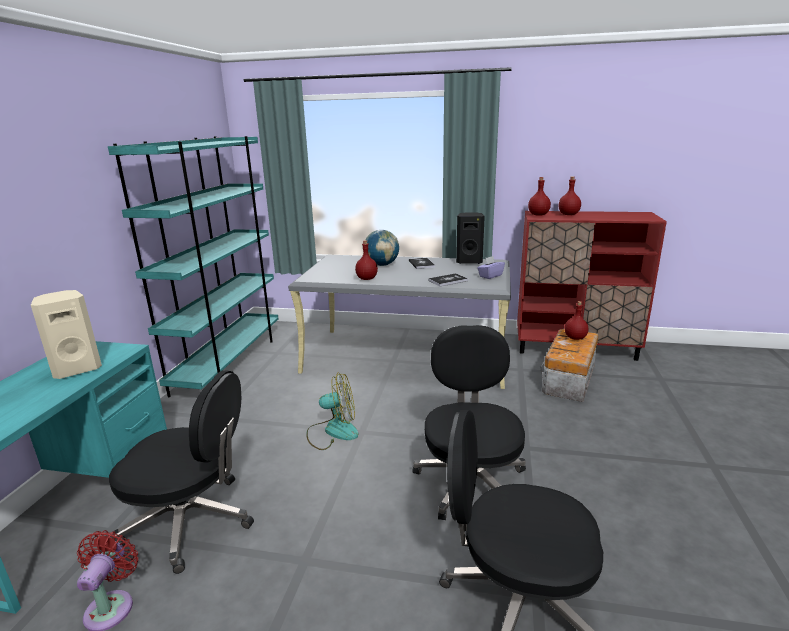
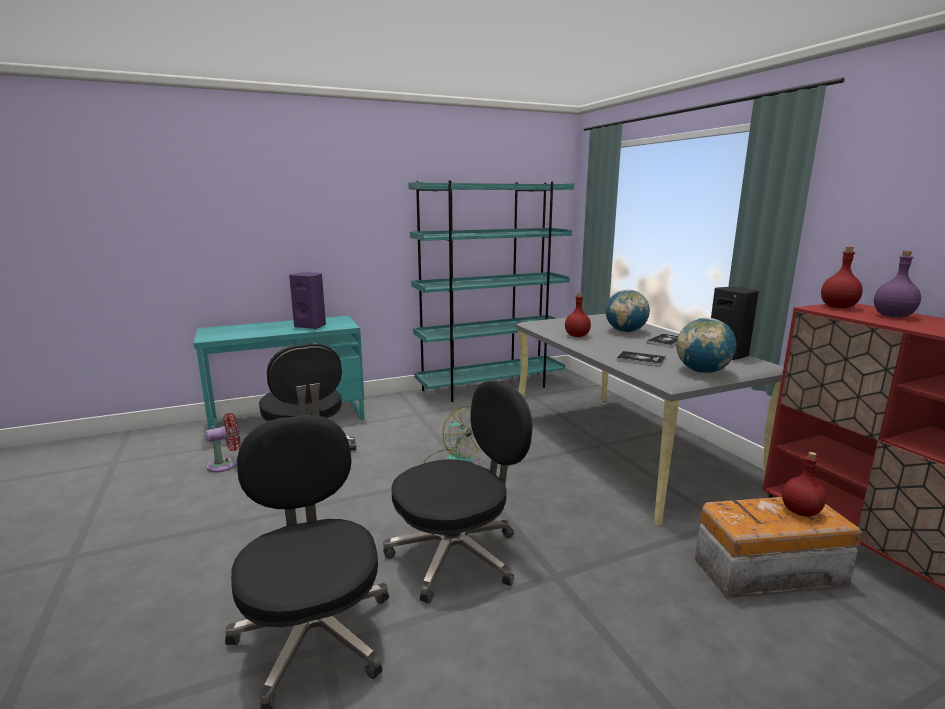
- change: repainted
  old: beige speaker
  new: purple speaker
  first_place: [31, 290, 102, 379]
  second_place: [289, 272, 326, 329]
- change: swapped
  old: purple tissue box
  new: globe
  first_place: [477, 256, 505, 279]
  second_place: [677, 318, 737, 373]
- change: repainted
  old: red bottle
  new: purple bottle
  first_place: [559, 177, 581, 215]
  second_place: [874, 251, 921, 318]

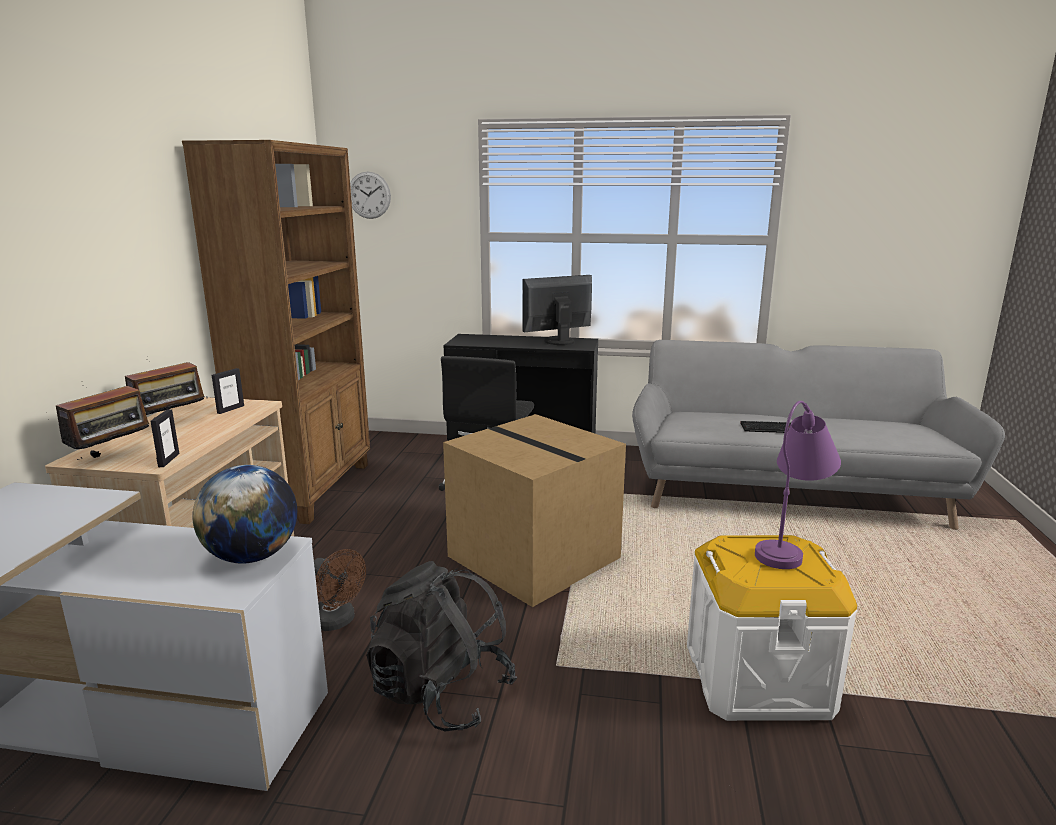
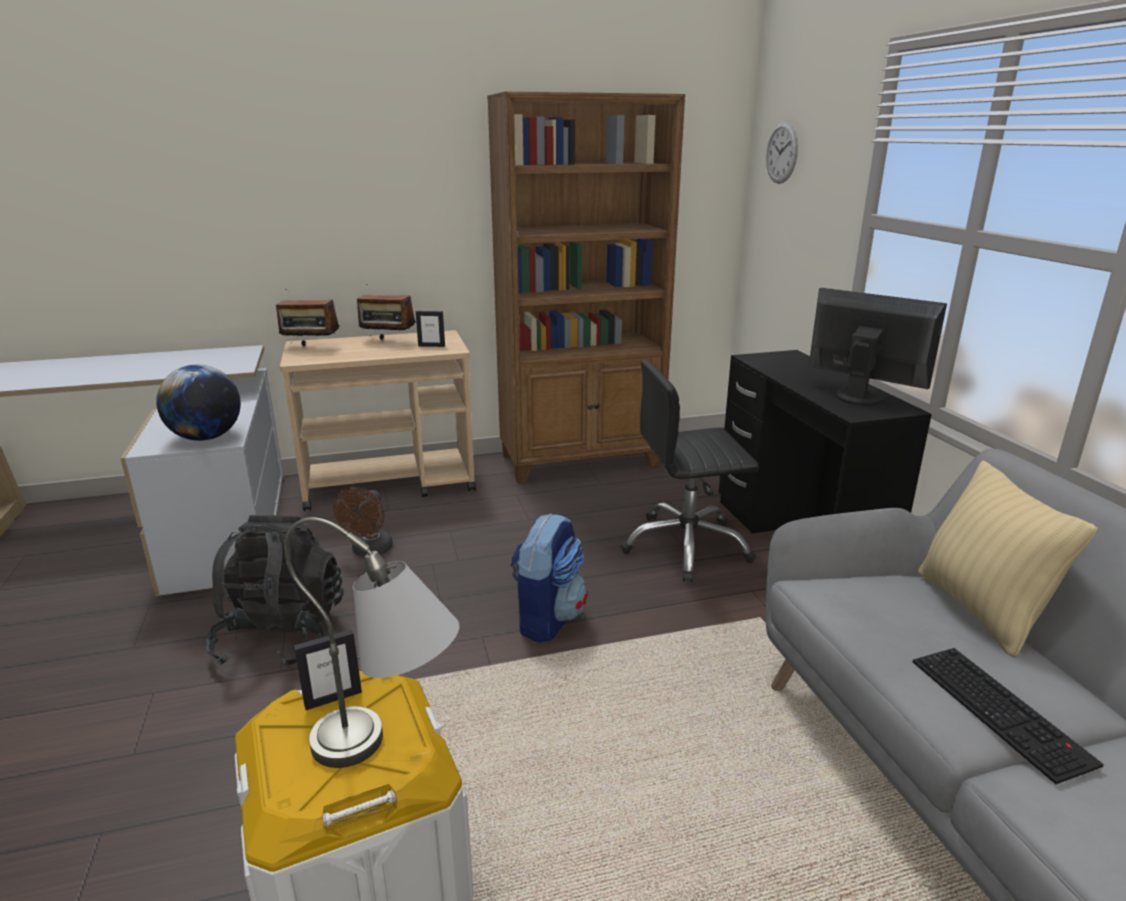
- change: shifted
  old: picture frame
  first_place: [150, 409, 180, 467]
  second_place: [294, 629, 362, 710]
- change: swapped
  old: cardboard box
  new: backpack
  first_place: [443, 414, 626, 607]
  second_place: [510, 513, 587, 643]
- change: repainted
  old: purple table lamp
  new: grey table lamp
  first_place: [755, 401, 841, 569]
  second_place: [284, 517, 459, 768]
- change: new
  new: beige pillow
  second_place: [918, 460, 1098, 657]

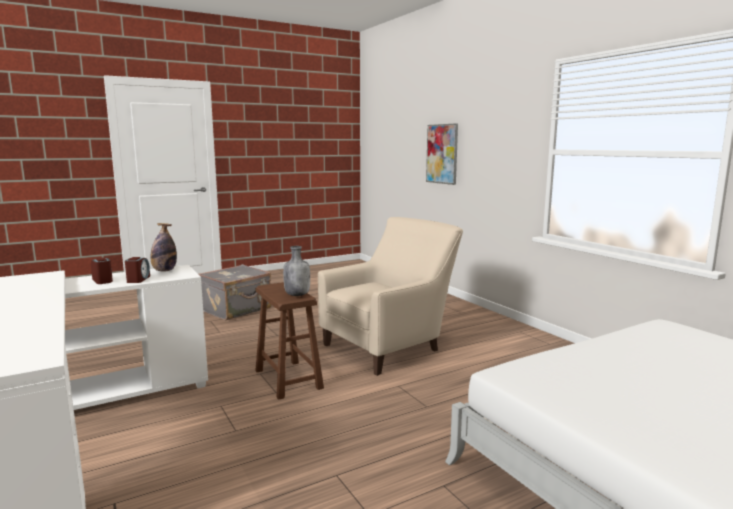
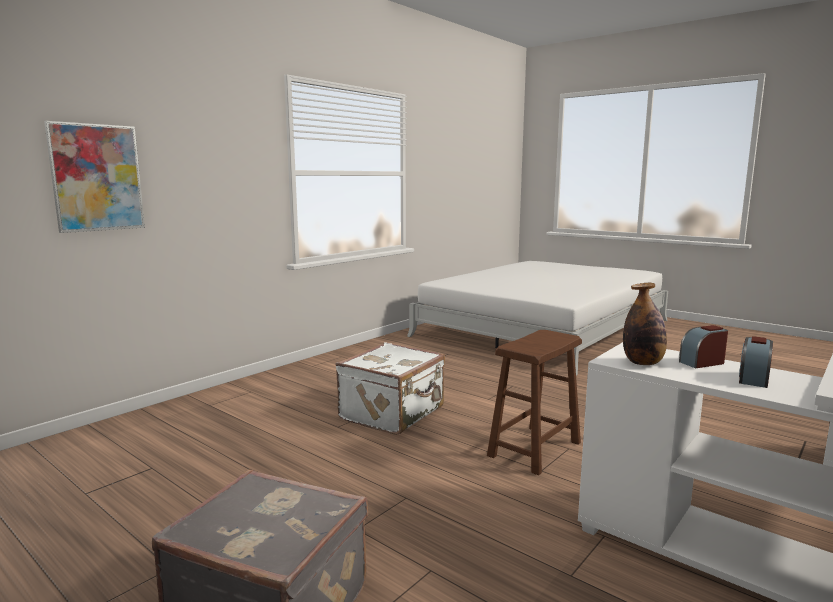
- change: gone
  old: grey bottle
  first_place: [283, 246, 310, 296]
- change: swapped
  old: beige armchair
  new: white suitcase
  first_place: [318, 217, 463, 376]
  second_place: [335, 342, 445, 435]

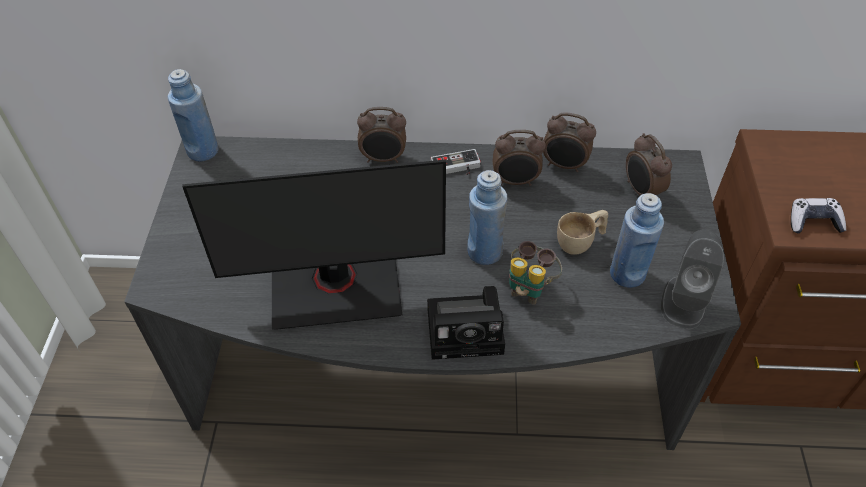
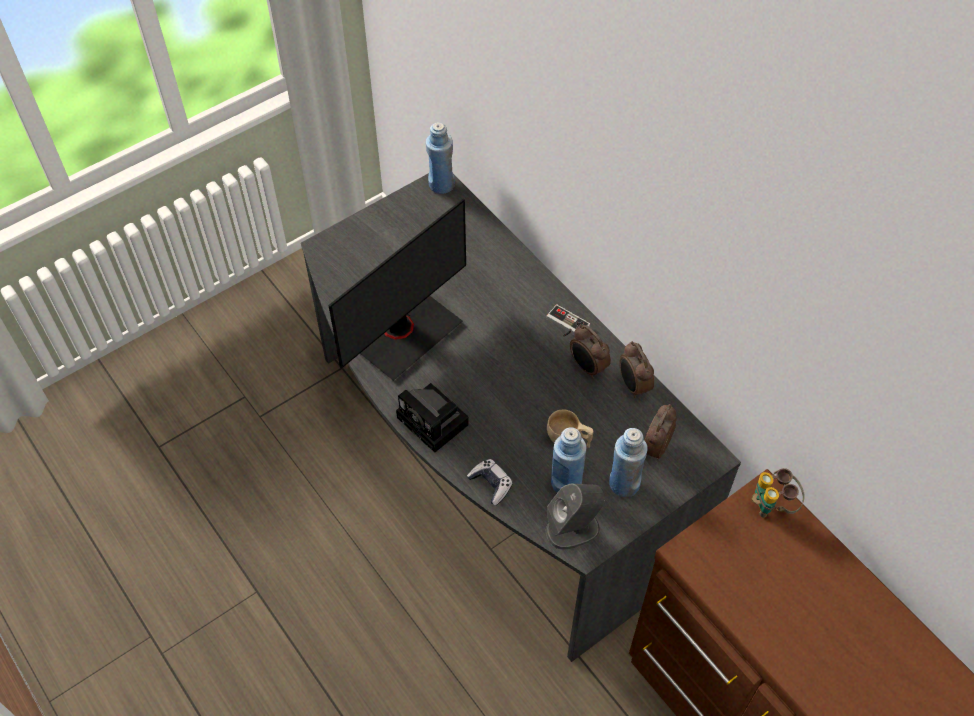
- change: rotated
  old: monitor
  first_place: [182, 160, 446, 330]
  second_place: [328, 199, 466, 381]
  degrees: -90
- change: gone
  old: alarm clock
  first_place: [357, 107, 406, 163]
- change: shifted
  old: blue bottle
  first_place: [467, 170, 507, 265]
  second_place: [609, 428, 648, 497]
- change: shifted
  old: binoculars
  first_place: [509, 241, 562, 305]
  second_place: [752, 468, 805, 518]
- change: shifted
  old: game controller
  first_place: [791, 198, 846, 233]
  second_place: [467, 459, 513, 505]

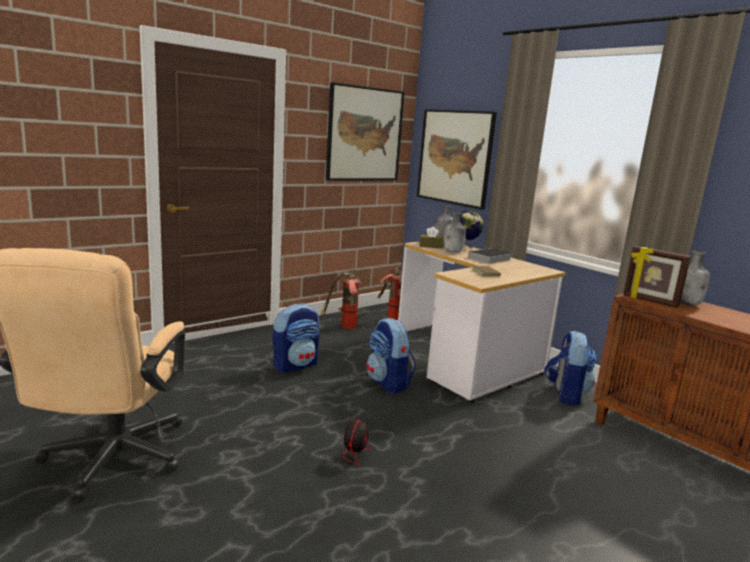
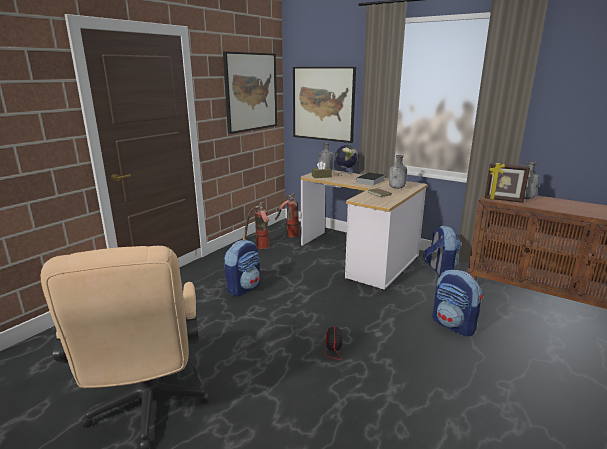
- change: shifted
  old: backpack
  first_place: [366, 318, 416, 394]
  second_place: [432, 270, 483, 336]
- change: shifted
  old: grey bottle
  first_place: [444, 212, 466, 253]
  second_place: [389, 155, 407, 189]

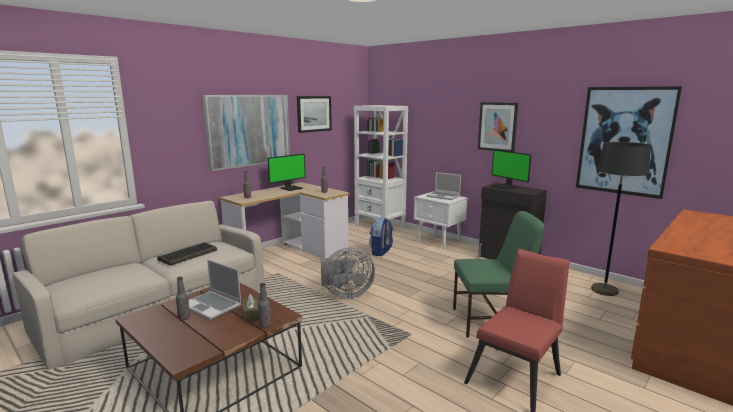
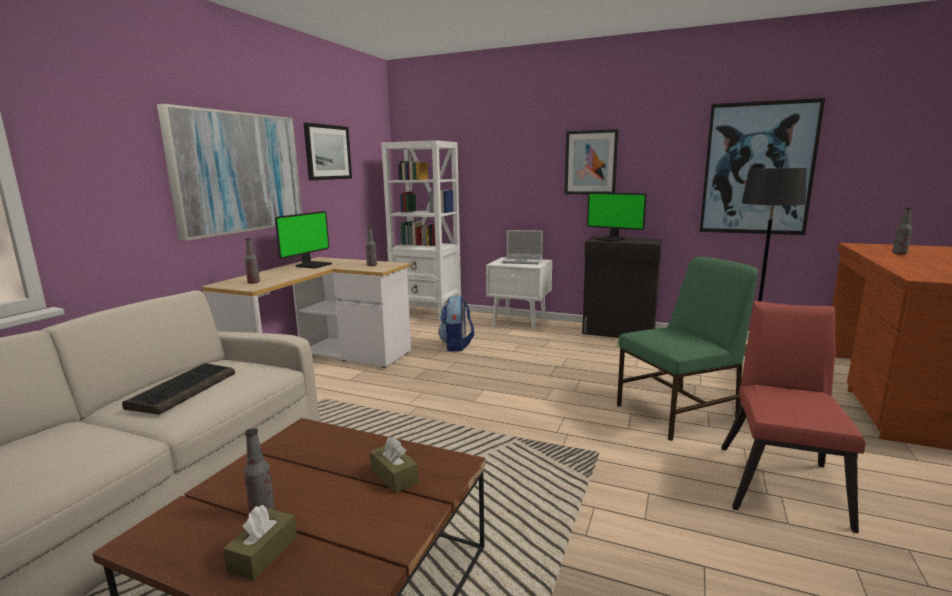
- change: gone
  old: laptop
  first_place: [189, 259, 241, 320]
- change: shifted
  old: bottle
  first_place: [258, 283, 271, 328]
  second_place: [892, 207, 912, 255]
- change: gone
  old: grey fan
  first_place: [321, 248, 375, 299]
- change: new
  new: brown tissue box
  second_place: [223, 505, 297, 581]

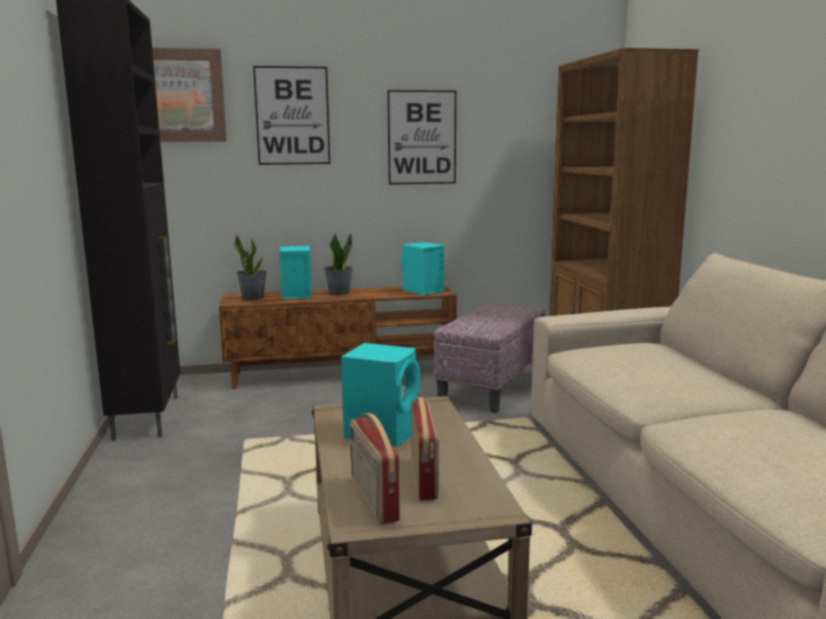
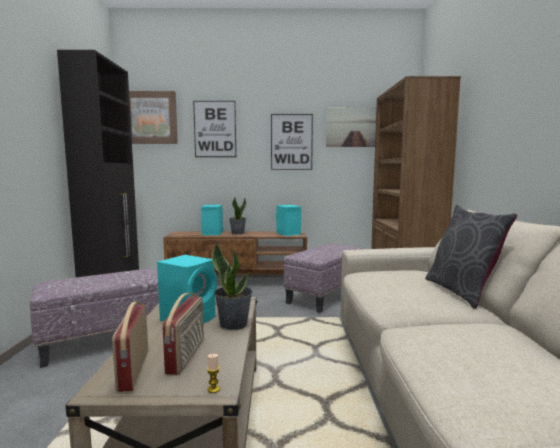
- change: shifted
  old: potted plant
  first_place: [234, 234, 266, 300]
  second_place: [212, 243, 252, 330]
- change: new
  new: ottoman
  second_place: [30, 269, 159, 368]
- change: new
  new: candle
  second_place: [207, 354, 220, 393]
- change: new
  new: picture
  second_place: [326, 107, 376, 147]
- change: new
  new: grey pillow
  second_place: [425, 205, 517, 309]

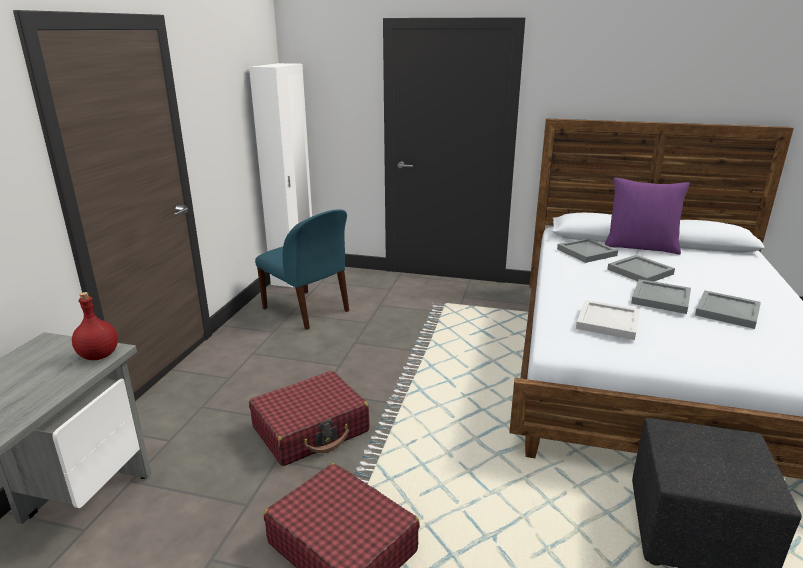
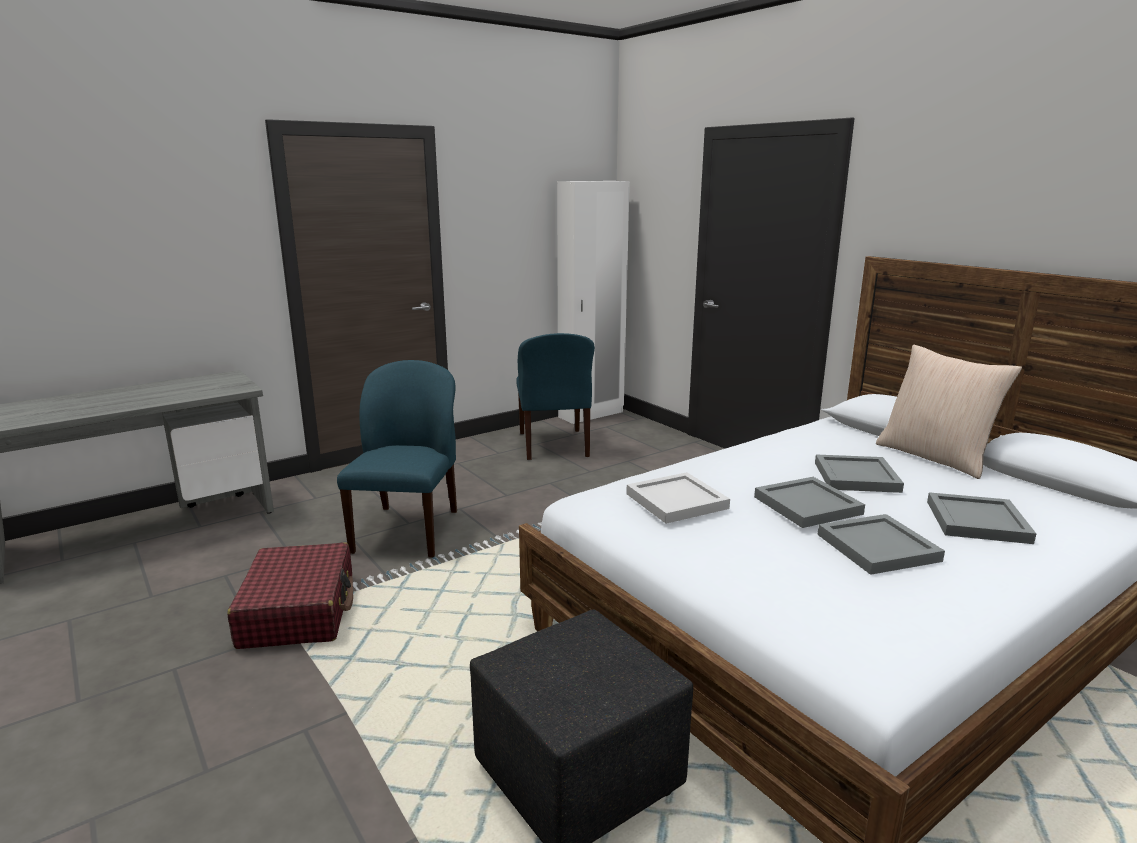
- change: gone
  old: red bottle
  first_place: [72, 292, 118, 360]
- change: swapped
  old: red suitcase
  new: blue chair
  first_place: [249, 371, 370, 466]
  second_place: [337, 360, 457, 558]
- change: shifted
  old: grey tray
  first_place: [557, 238, 618, 263]
  second_place: [927, 492, 1036, 544]
- change: repainted
  old: purple pillow
  new: beige pillow
  first_place: [605, 177, 690, 255]
  second_place: [876, 345, 1022, 479]

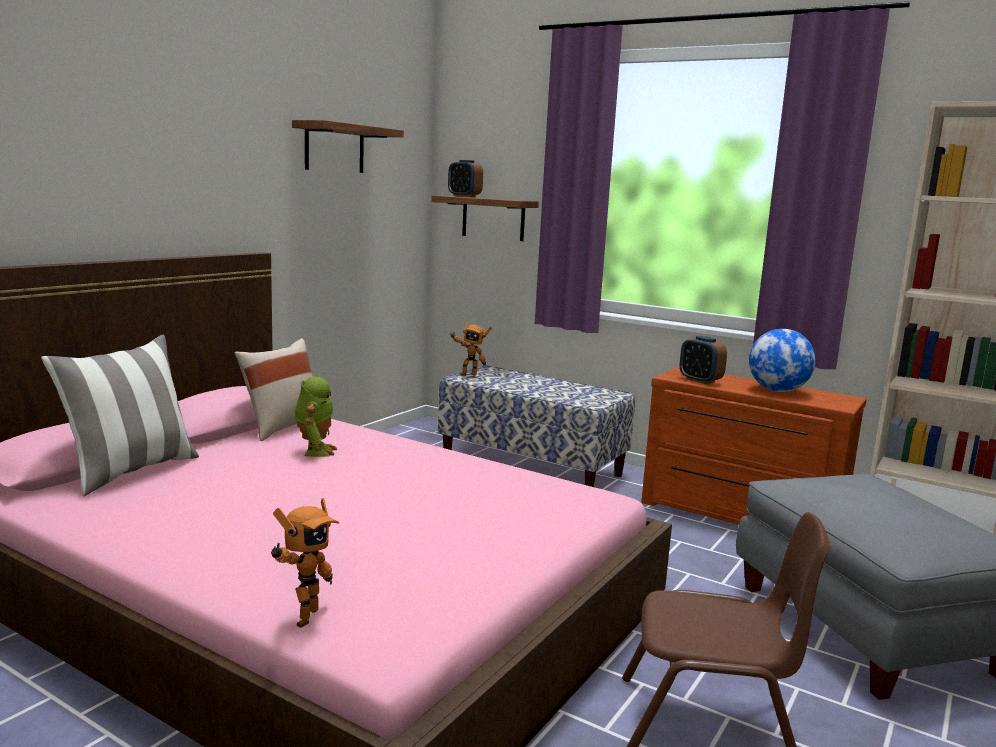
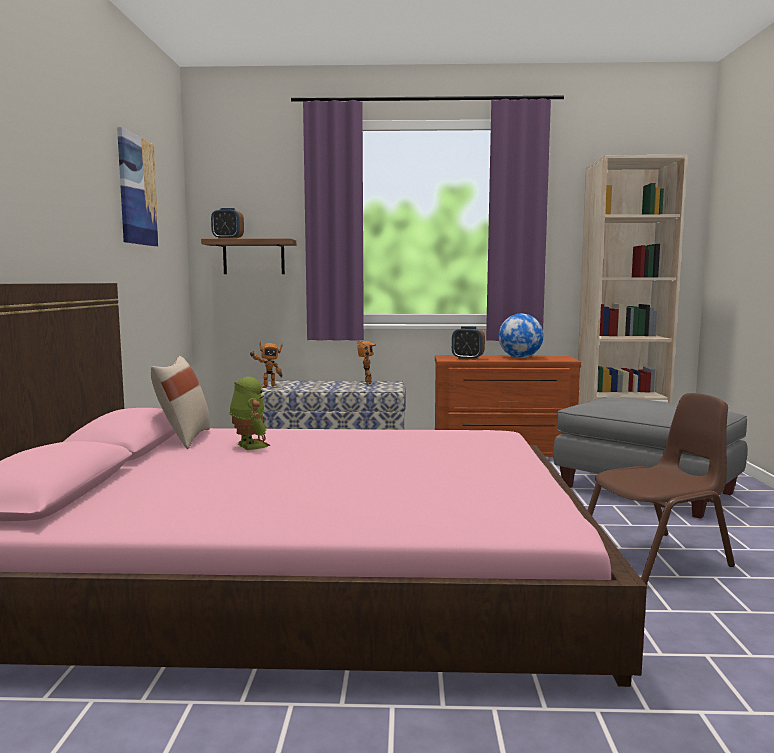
- change: gone
  old: pillow
  first_place: [41, 335, 199, 497]
- change: shifted
  old: toy robot
  first_place: [271, 498, 339, 628]
  second_place: [357, 341, 376, 384]
- change: swapped
  old: shelf
  new: picture
  first_place: [292, 120, 404, 173]
  second_place: [117, 127, 159, 246]

